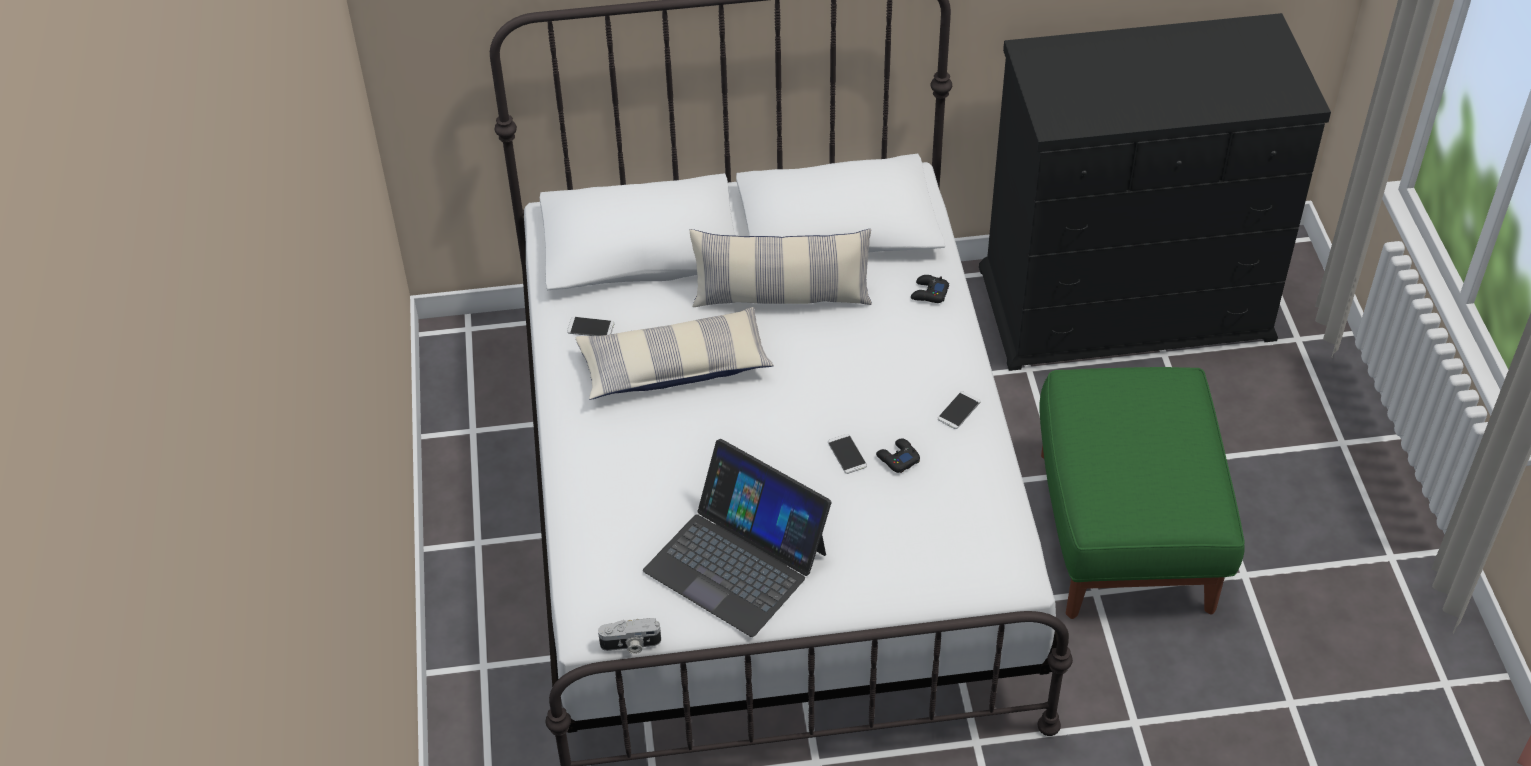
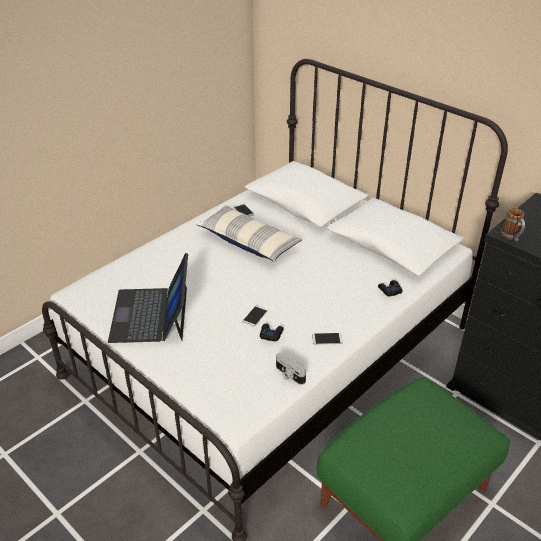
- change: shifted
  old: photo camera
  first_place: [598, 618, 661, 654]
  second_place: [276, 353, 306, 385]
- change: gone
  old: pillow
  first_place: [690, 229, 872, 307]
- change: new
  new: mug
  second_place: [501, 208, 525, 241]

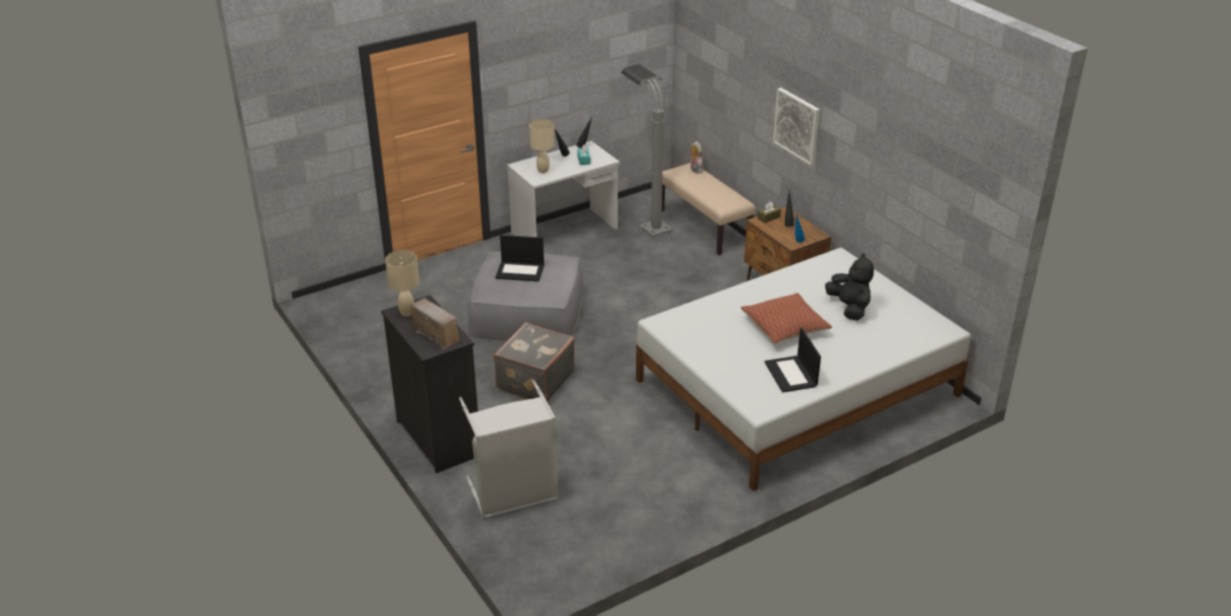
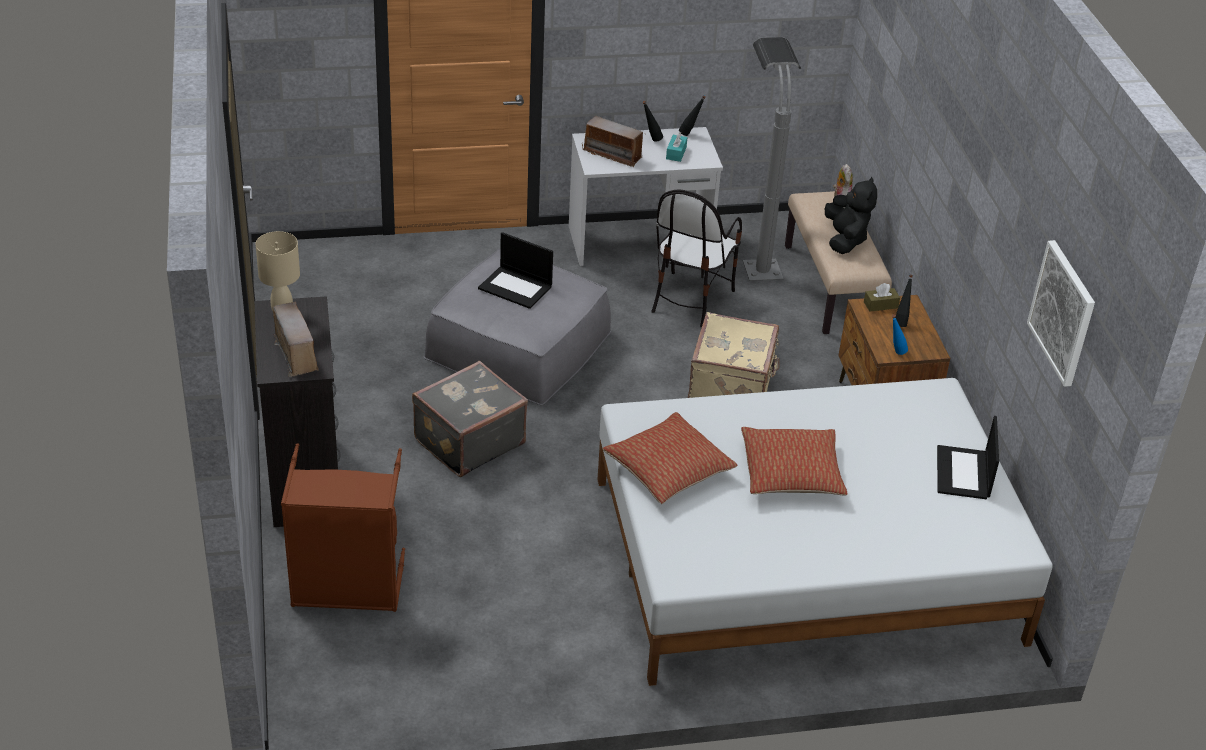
- change: repainted
  old: grey laundry basket
  new: brown laundry basket
  first_place: [459, 380, 559, 519]
  second_place: [281, 443, 405, 612]
- change: swapped
  old: beige table lamp
  new: radio
  first_place: [529, 119, 554, 173]
  second_place: [582, 116, 645, 167]
- change: shifted
  old: laptop
  first_place: [765, 328, 821, 393]
  second_place: [937, 416, 999, 499]
- change: shifted
  old: picture
  first_place: [773, 88, 820, 166]
  second_place: [1027, 240, 1095, 387]
- change: shifted
  old: black plush toy
  first_place: [825, 253, 874, 321]
  second_place: [825, 177, 877, 254]
- change: new
  new: pillow
  second_place: [603, 412, 737, 504]
- change: new
  new: chair
  second_place: [651, 190, 742, 328]
- change: new
  new: beige suitcase
  second_place: [688, 312, 780, 398]

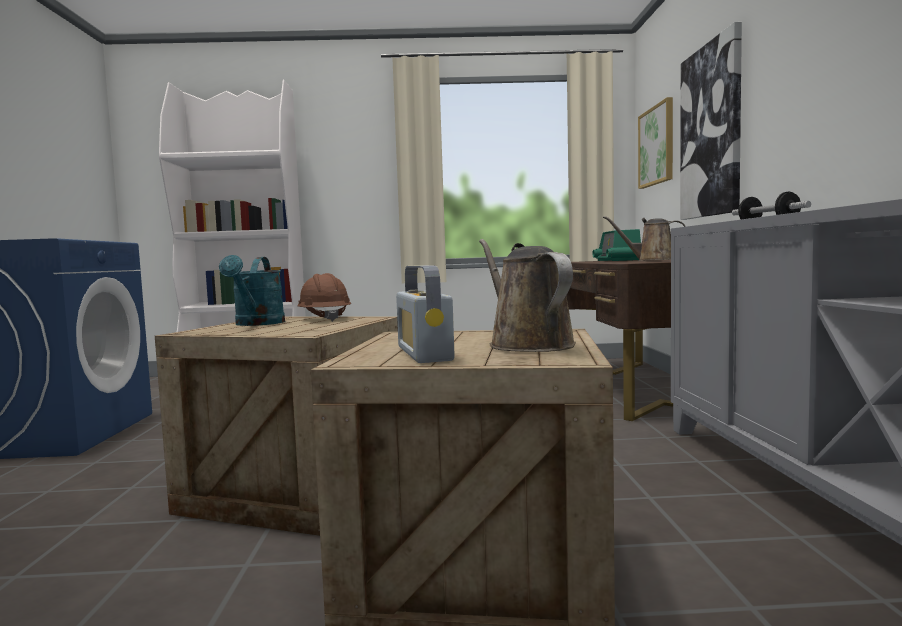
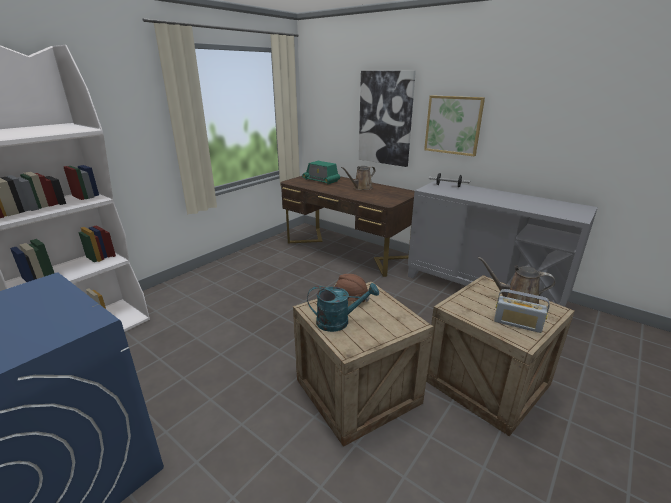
- change: rotated
  old: turquoise watering can
  first_place: [219, 255, 285, 326]
  second_place: [307, 283, 379, 332]
  degrees: -45
- change: shifted
  old: picture
  first_place: [638, 97, 673, 189]
  second_place: [424, 95, 485, 156]

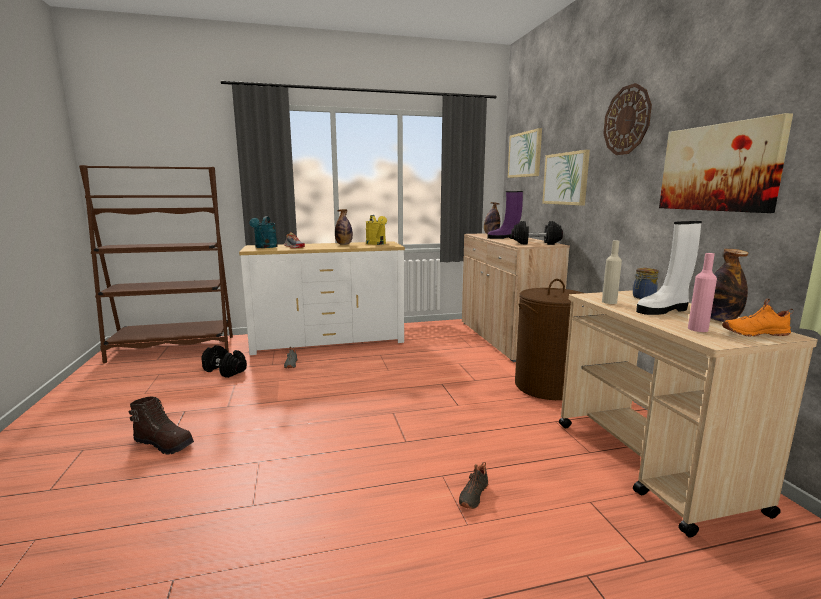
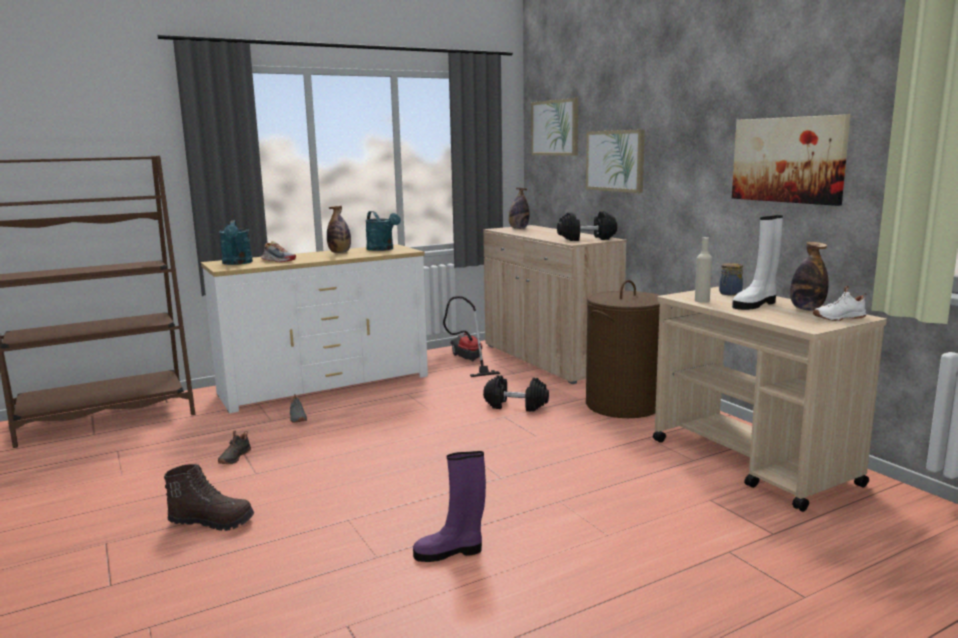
- change: shifted
  old: black dumbbell
  first_place: [202, 345, 247, 378]
  second_place: [483, 375, 549, 412]
- change: repainted
  old: yellow watering can
  new: turquoise watering can
  first_place: [366, 215, 387, 245]
  second_place: [365, 211, 401, 251]
- change: shifted
  old: black shoe
  first_place: [459, 462, 488, 509]
  second_place: [218, 431, 251, 464]
- change: shifted
  old: purple boot
  first_place: [487, 191, 523, 239]
  second_place: [413, 451, 486, 562]
- change: gone
  old: wall clock
  first_place: [603, 83, 652, 155]
- change: gone
  old: pink bottle
  first_place: [688, 253, 717, 332]
- change: repainted
  old: orange shoe
  new: white shoe
  first_place: [722, 299, 794, 337]
  second_place: [813, 286, 867, 321]
- change: new
  new: vacuum cleaner
  second_place: [443, 296, 500, 377]

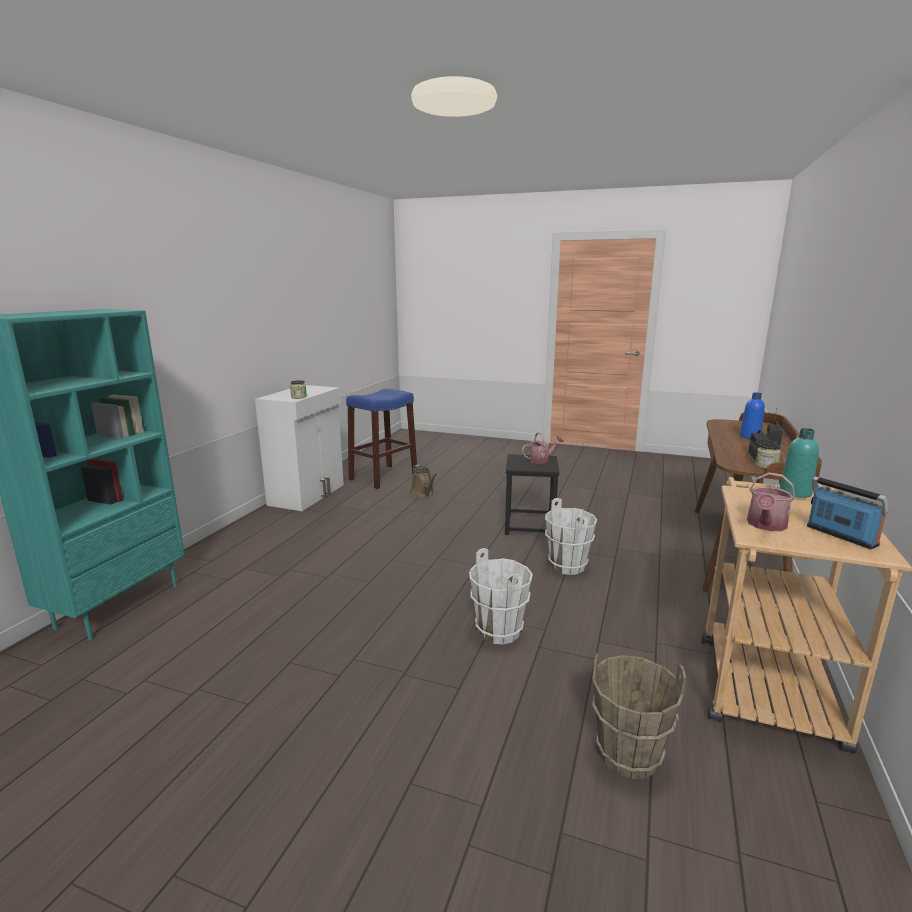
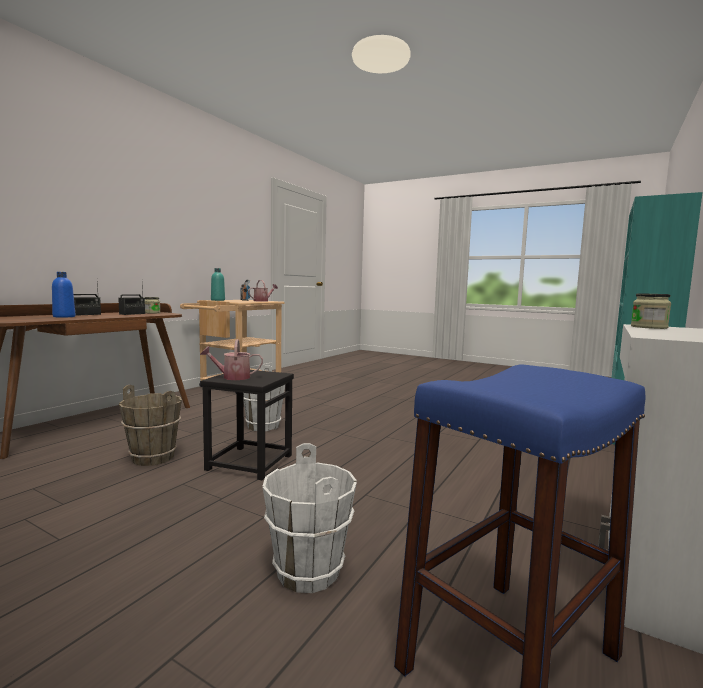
- change: gone
  old: brown watering can
  first_place: [410, 464, 437, 498]
- change: shifted
  old: white bucket
  first_place: [469, 548, 533, 644]
  second_place: [262, 443, 357, 593]
- change: shifted
  old: brown bucket
  first_place: [592, 653, 686, 779]
  second_place: [119, 385, 182, 466]

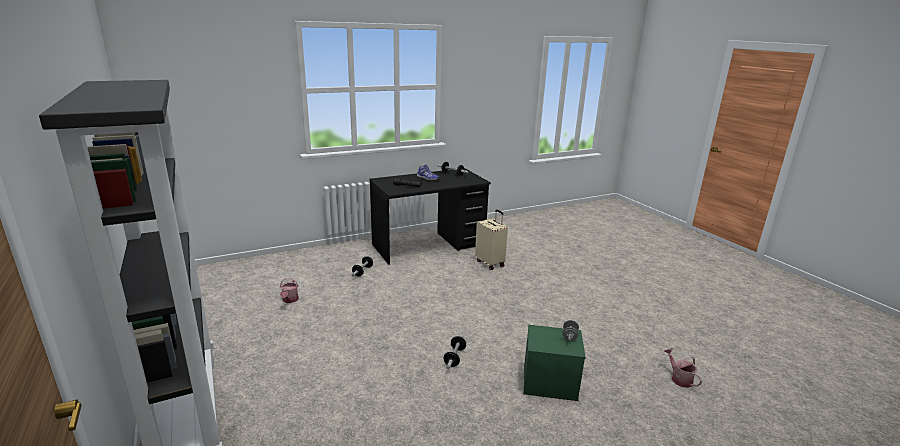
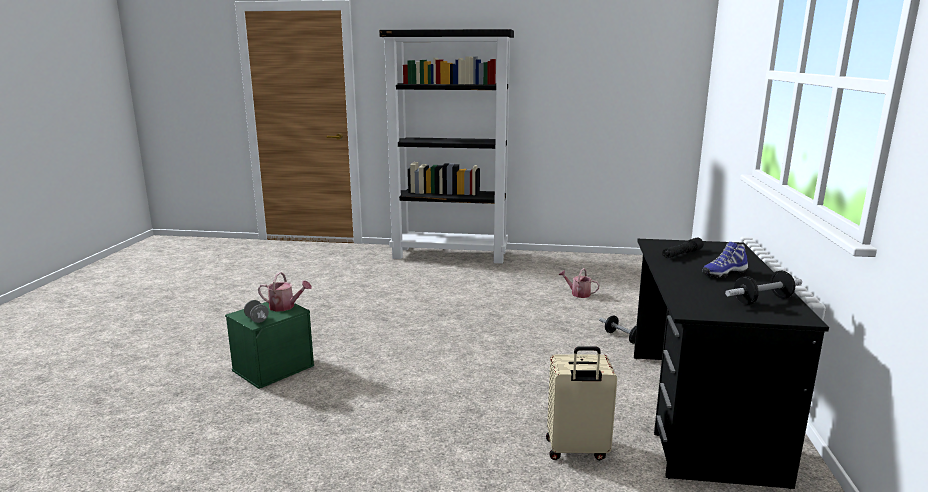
- change: gone
  old: dumbbell
  first_place: [444, 335, 466, 369]
- change: shifted
  old: watering can
  first_place: [664, 348, 702, 388]
  second_place: [258, 272, 312, 312]

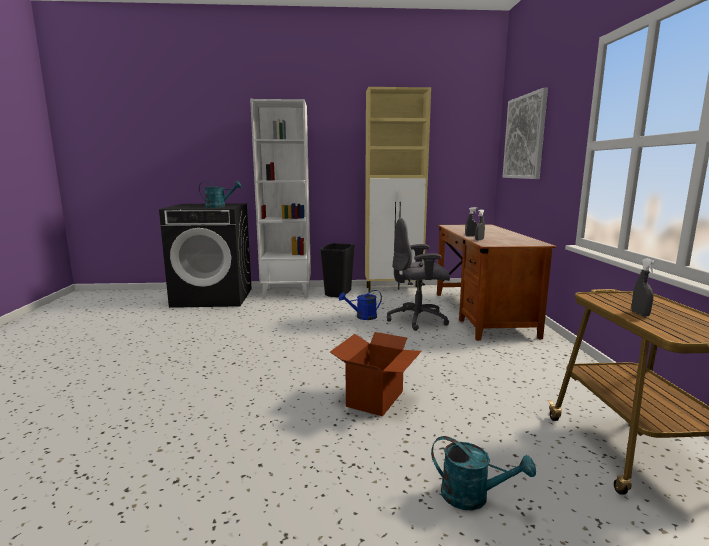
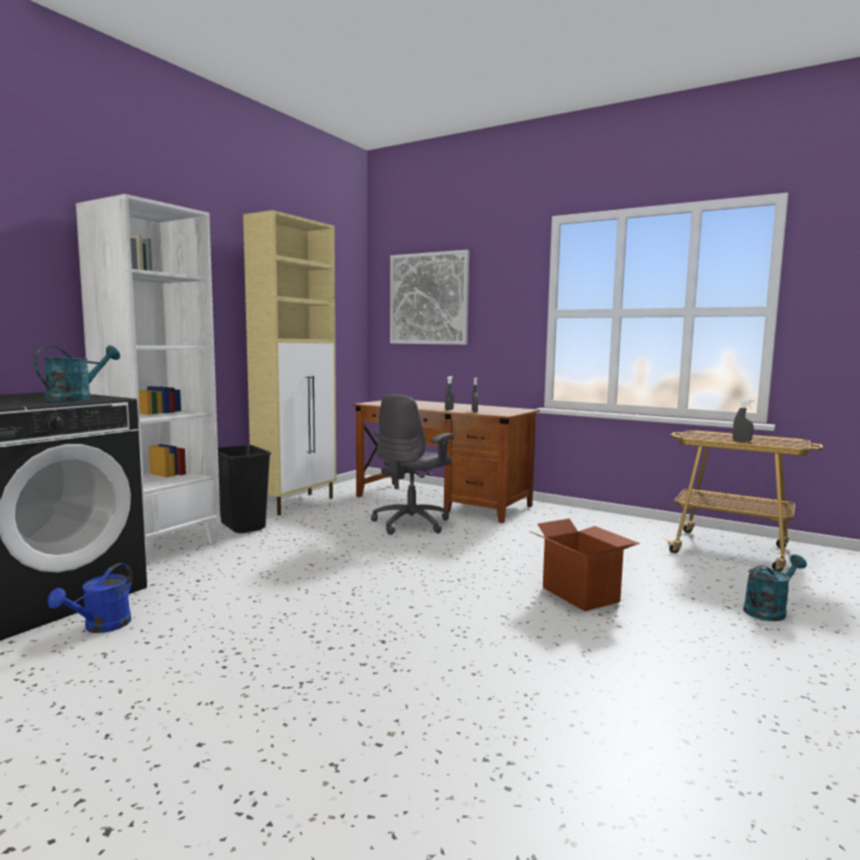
- change: shifted
  old: blue watering can
  first_place: [339, 290, 382, 320]
  second_place: [48, 563, 132, 633]

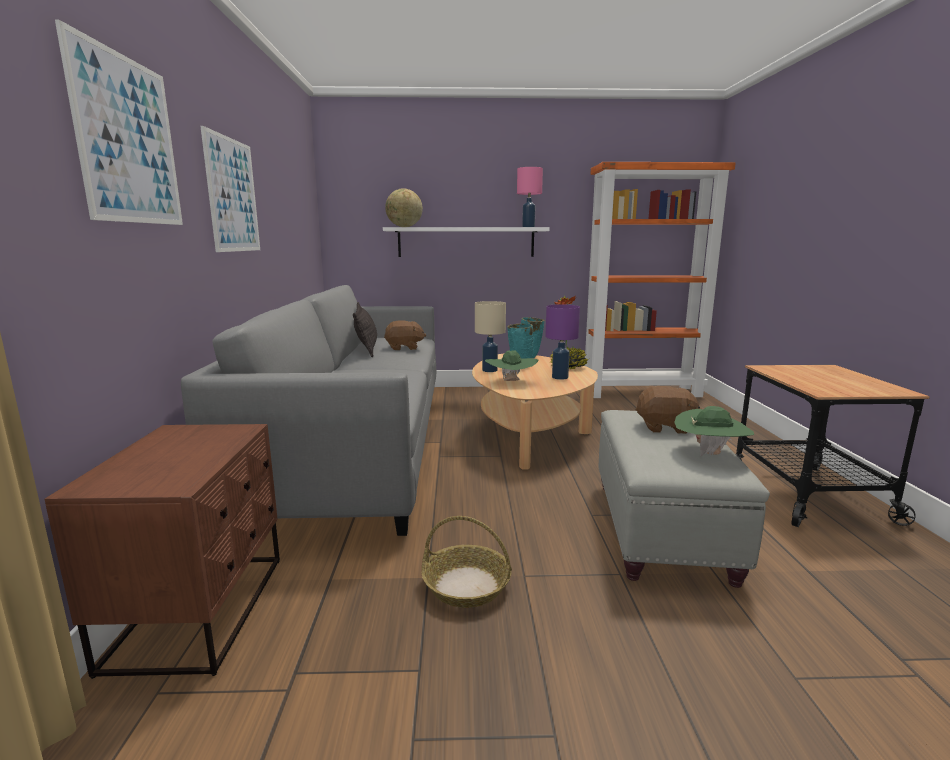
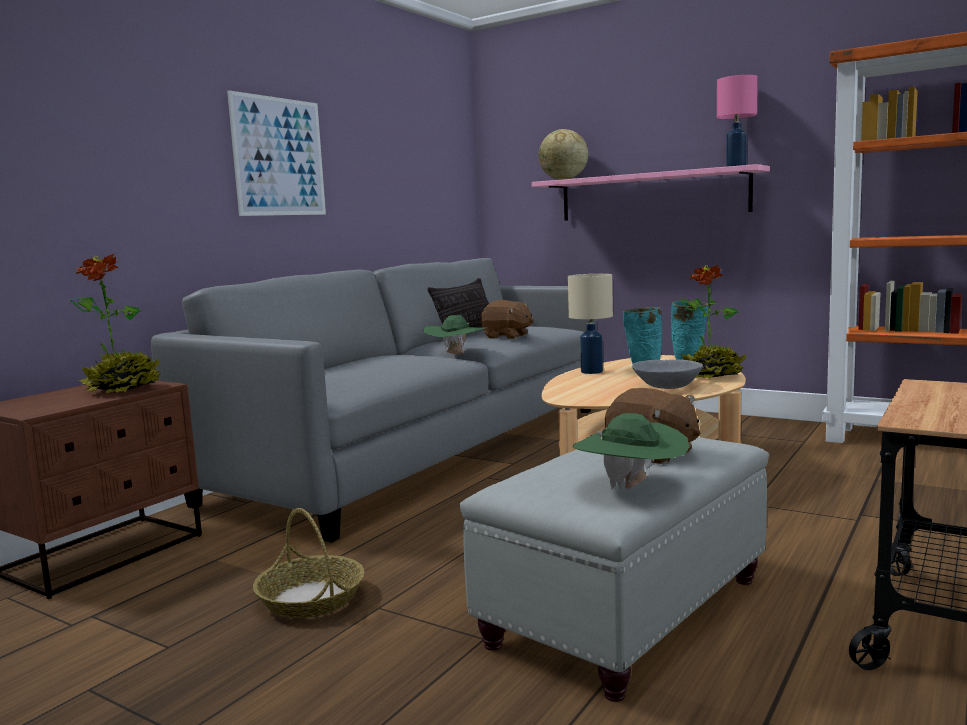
- change: gone
  old: picture
  first_place: [55, 19, 183, 225]
- change: repainted
  old: white shelf
  new: pink shelf
  first_place: [383, 227, 550, 257]
  second_place: [532, 164, 770, 221]
- change: shifted
  old: green hat
  first_place: [485, 350, 538, 381]
  second_place: [424, 315, 488, 354]
- change: swapped
  old: purple table lamp
  new: grey bowl
  first_place: [545, 304, 580, 380]
  second_place: [632, 360, 703, 389]
- change: new
  new: potted plant
  second_place: [70, 254, 160, 393]

